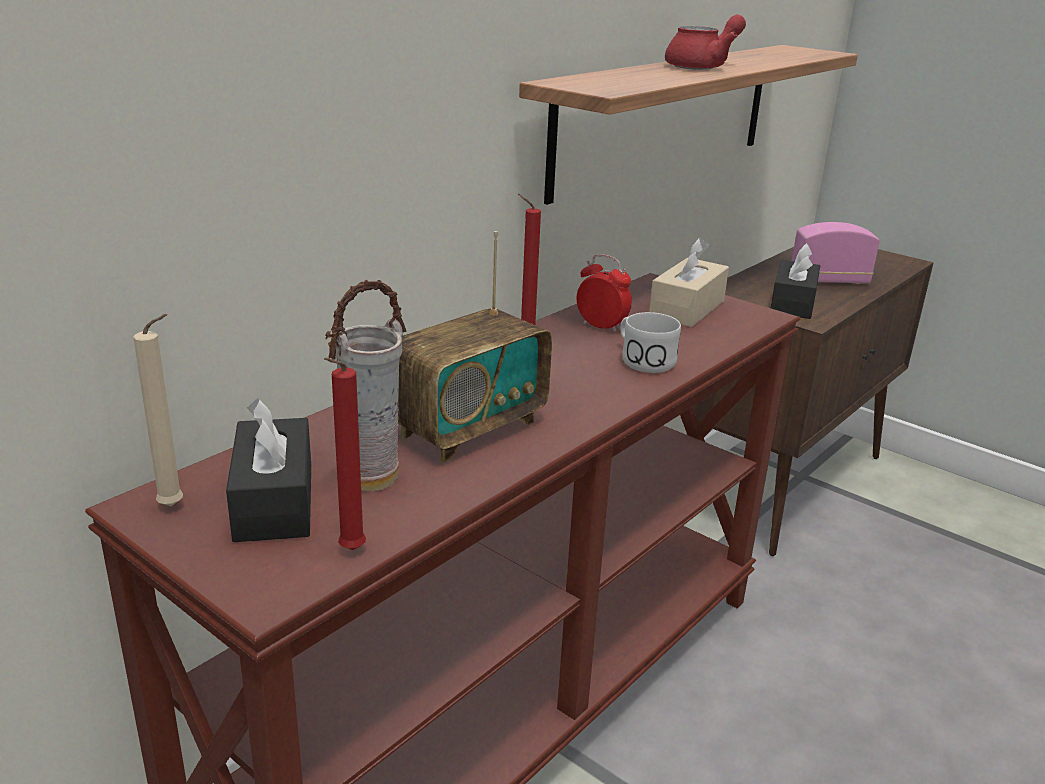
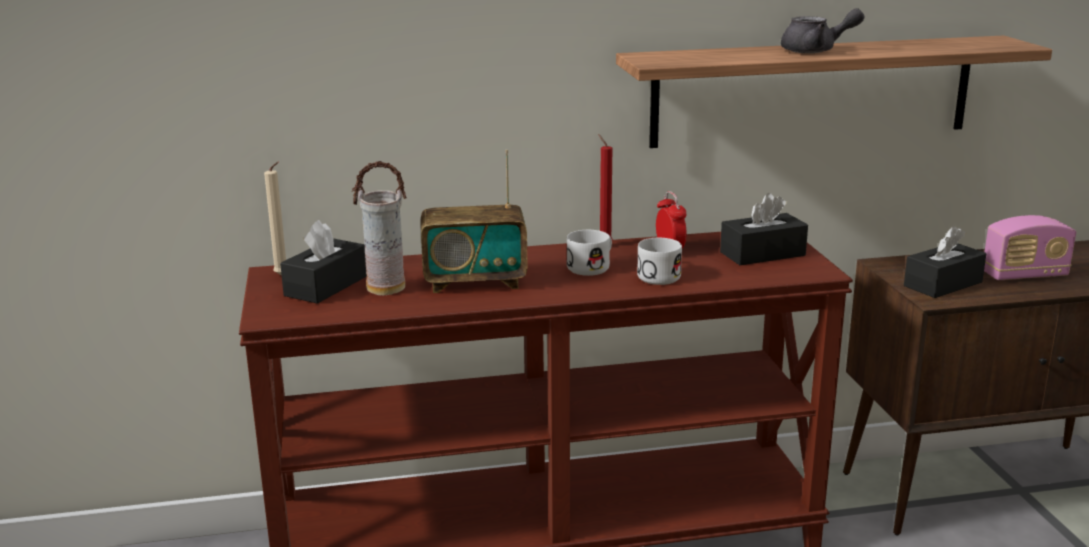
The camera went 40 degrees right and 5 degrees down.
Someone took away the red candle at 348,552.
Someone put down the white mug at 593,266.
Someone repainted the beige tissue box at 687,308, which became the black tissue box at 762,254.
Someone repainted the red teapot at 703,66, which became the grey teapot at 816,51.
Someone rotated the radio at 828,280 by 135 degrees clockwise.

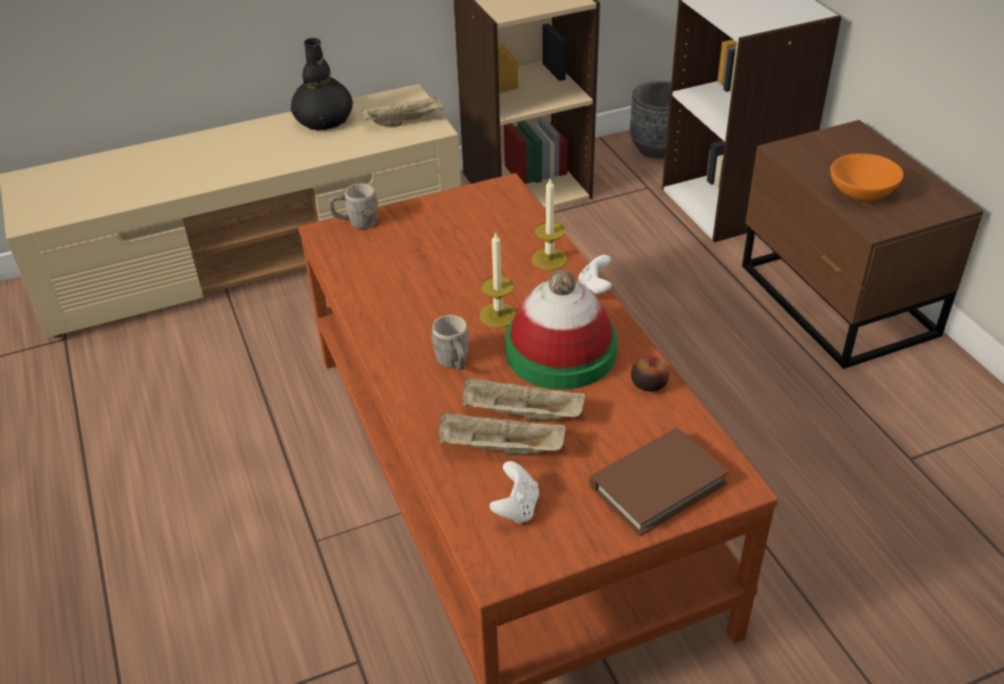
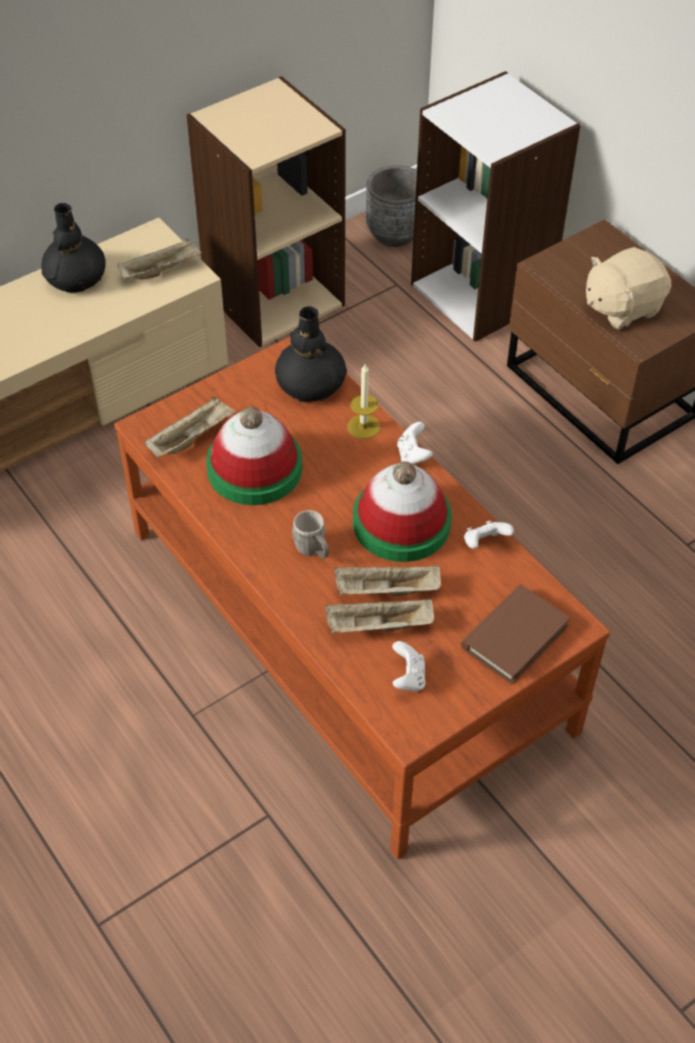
The camera went 15 degrees left and 10 degrees up.
Someone took away the grey mug at 356,222.
Someone took away the candle at 498,315.
Someone put down the beige tray at 191,438.
Someone put down the hat at 255,468.
Someone put down the black vase at 310,384.
Someone swapped the apple at 649,384 for the white game controller at 484,543.
Someone swapped the orange bowl at 862,193 for the beige plush toy at 621,307.

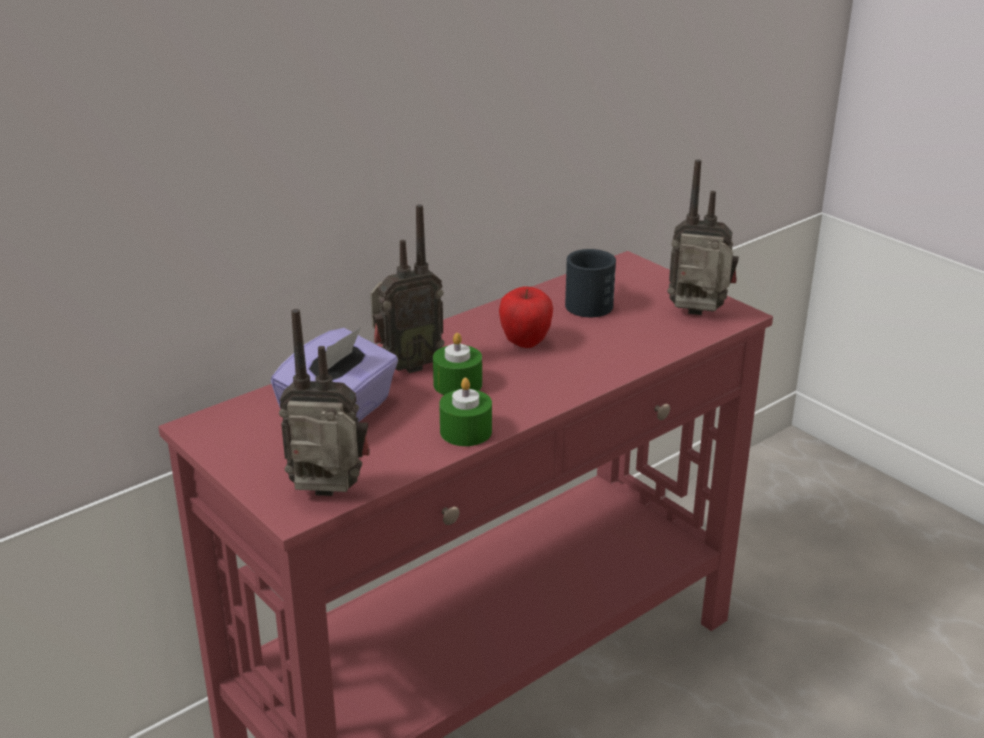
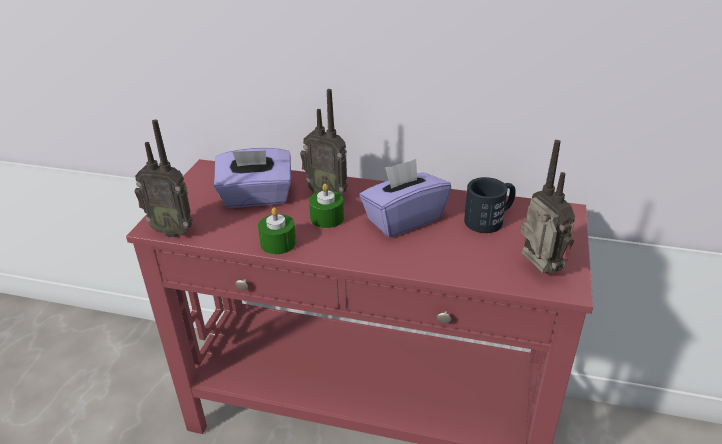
The camera went 55 degrees right and 5 degrees up.
Someone swapped the apple at 525,343 for the purple tissue box at 403,219.
Someone rotated the radio at 328,497 by 135 degrees clockwise.

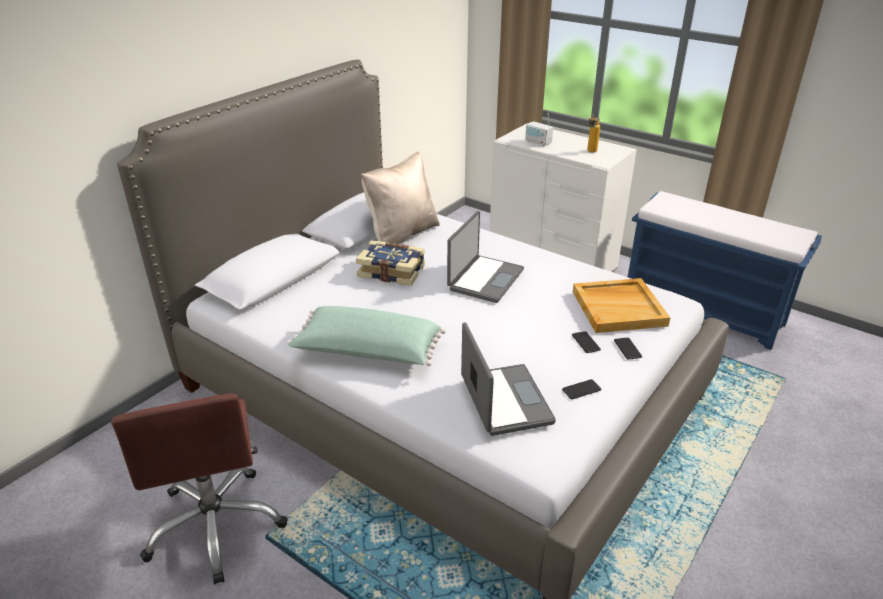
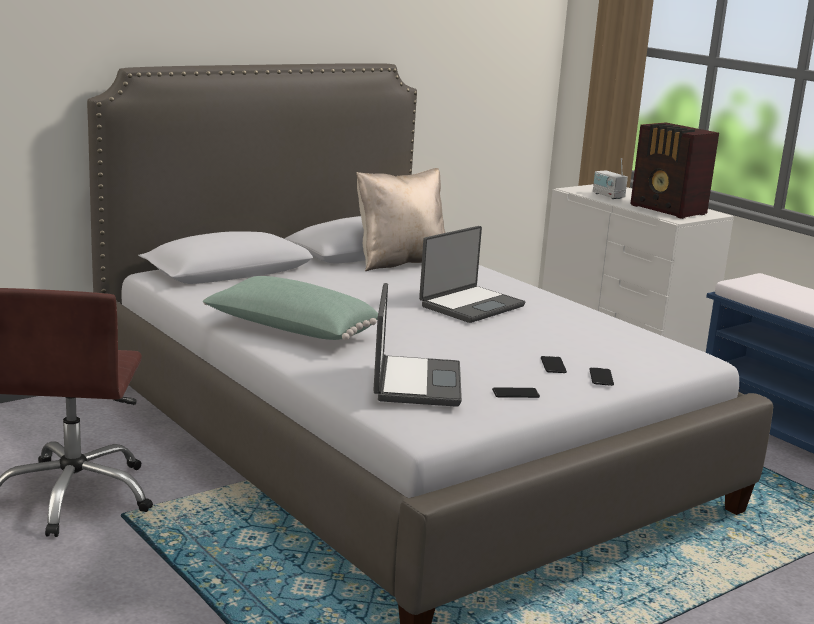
The camera went 15 degrees right and 15 degrees down.
Someone took away the book at 392,271.
Someone took away the beige tray at 619,308.
Someone swapped the bottle at 590,152 for the radio at 668,210.

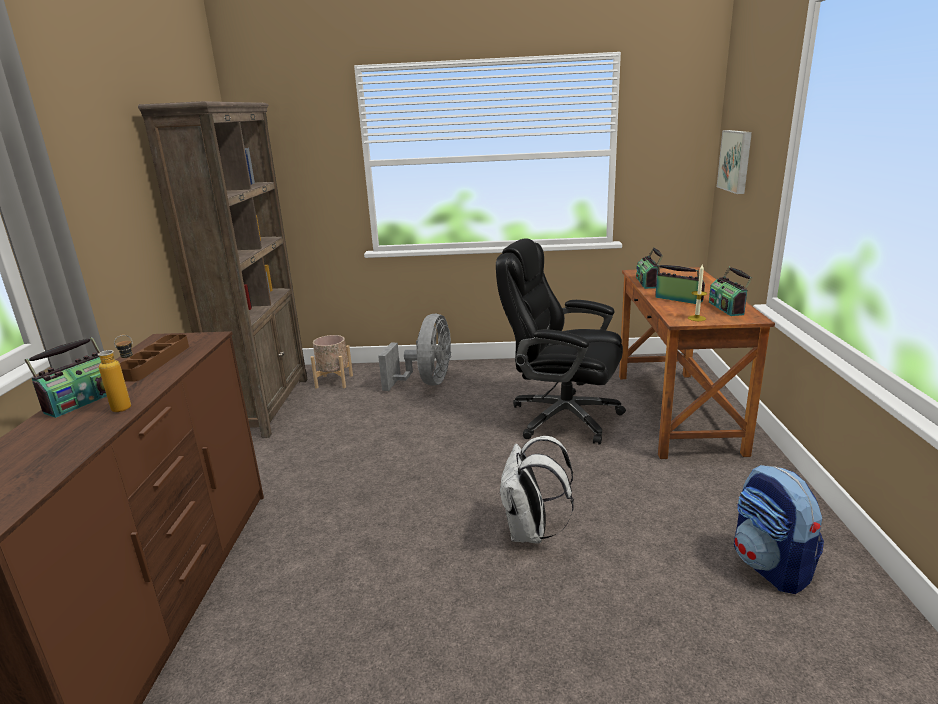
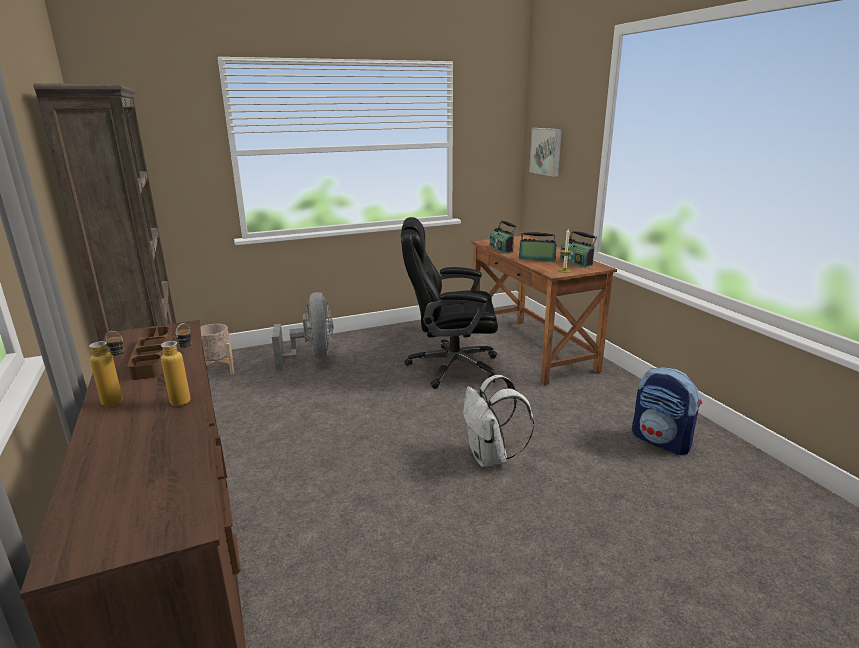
The camera went 25 degrees left and 0 degrees up.
Someone swapped the radio at 83,400 for the bottle at 120,403.

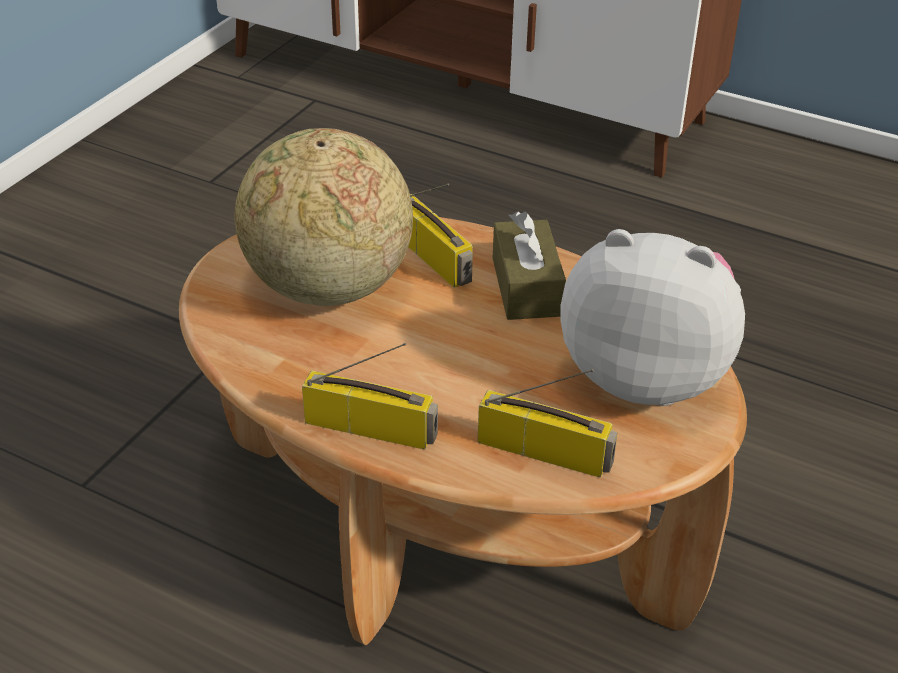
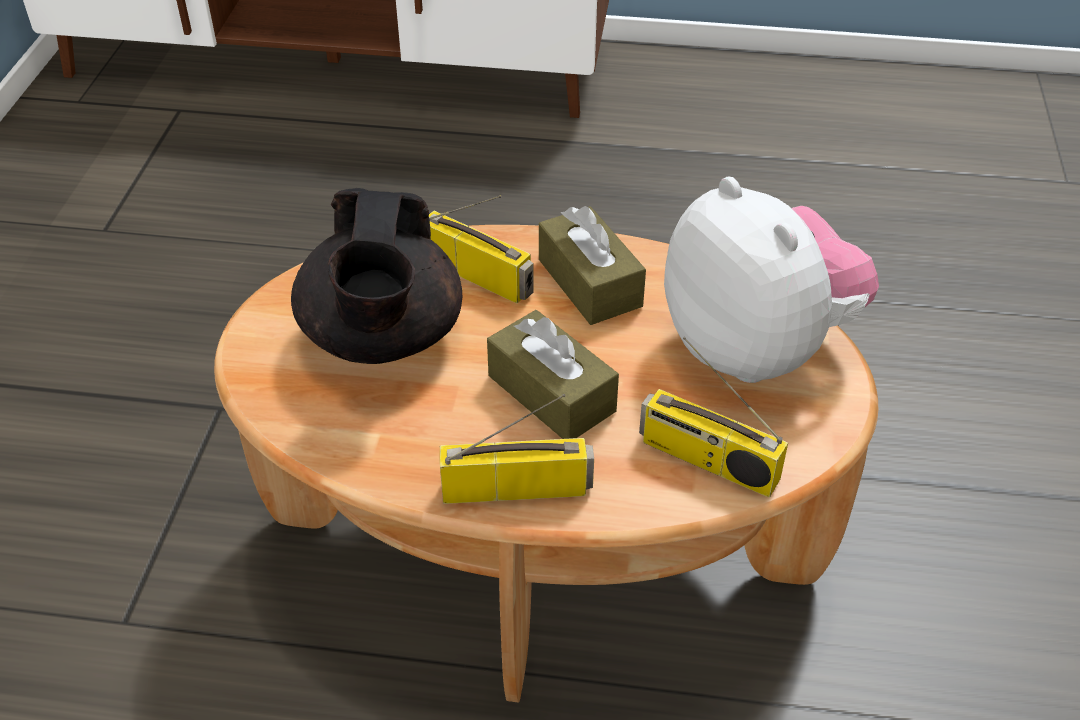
The camera went 20 degrees left and 5 degrees up.
Someone put down the brown tissue box at 551,393.
Someone swapped the globe at 327,287 for the black teapot at 382,338.
Someone rotated the radio at 546,451 by 150 degrees counterclockwise.
Someone rotated the plush toy at 646,375 by 60 degrees clockwise.

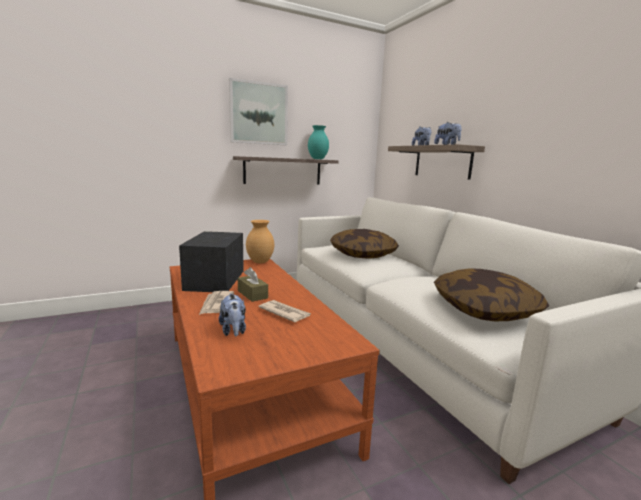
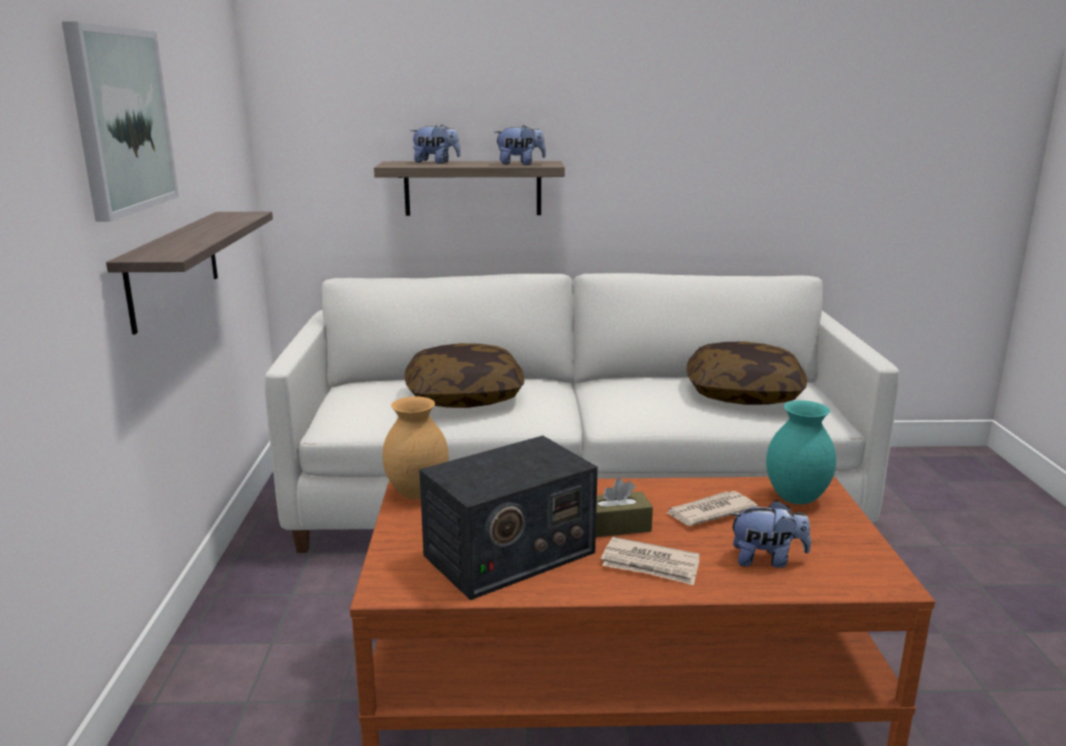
The camera went 65 degrees left and 5 degrees up.
Someone carried the turquoise vase from 318,159 to 795,498.
Someone rotated the radio at 215,280 by 60 degrees counterclockwise.

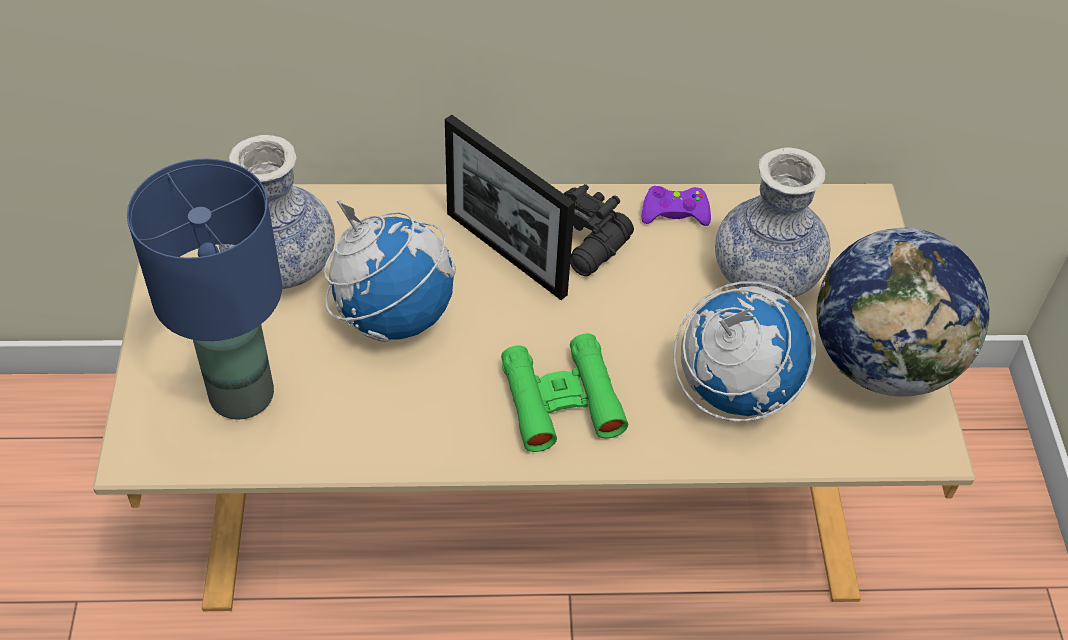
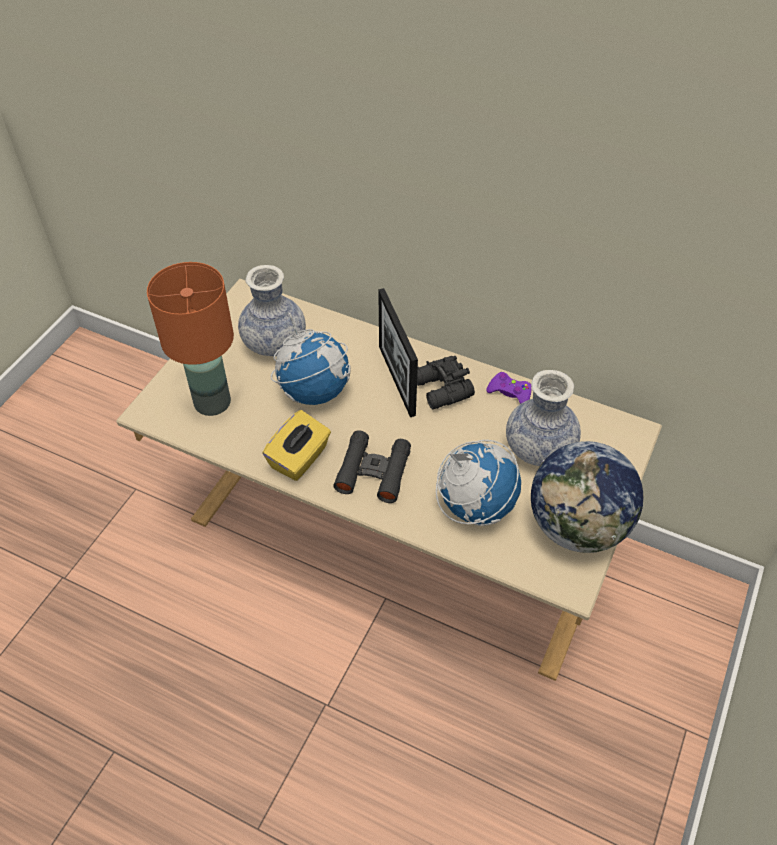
The camera went 30 degrees right and 0 degrees up.
Someone put down the yellow tissue box at 299,458.
Someone repainted the blue table lamp at 239,394, which became the orange table lamp at 211,402.
Someone repainted the green binoculars at 561,400, which became the black binoculars at 373,471.

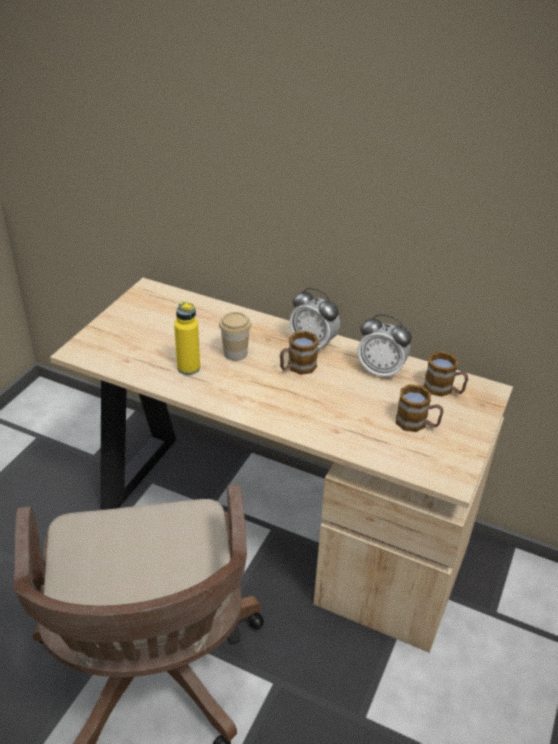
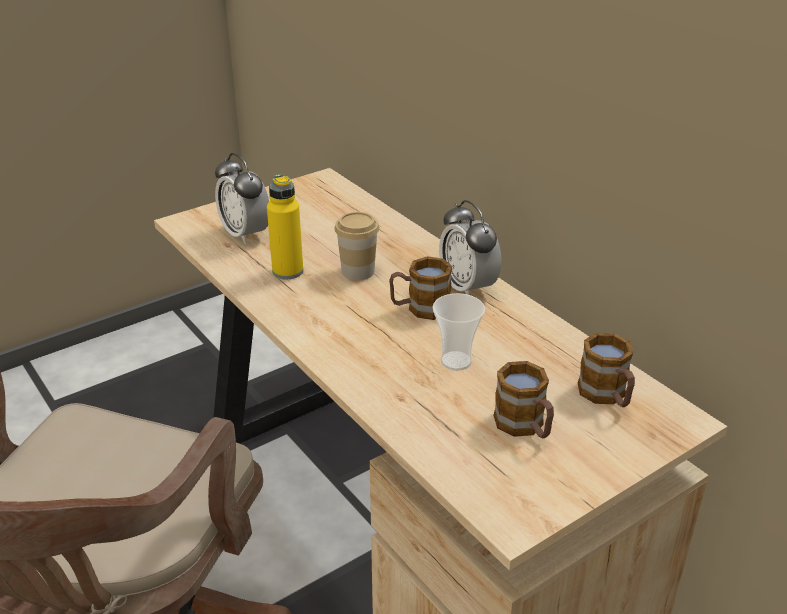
The camera went 30 degrees right and 5 degrees down.
Someone put down the cup at 456,361.
Someone carried the alarm clock from 381,371 to 245,234.

